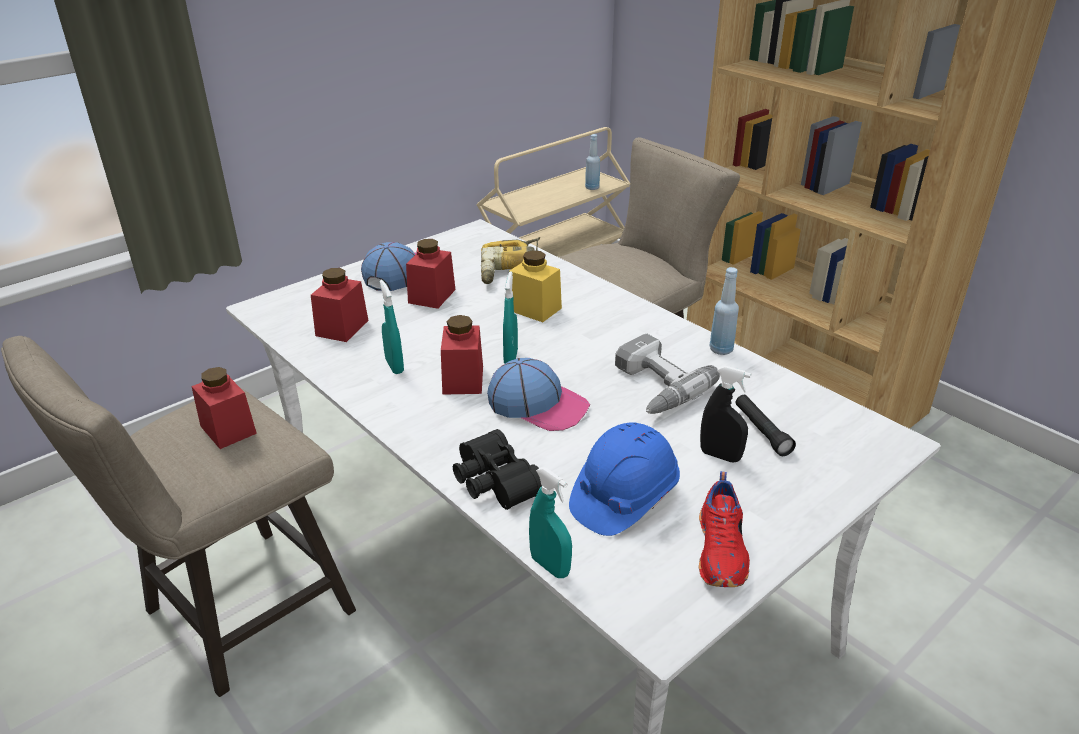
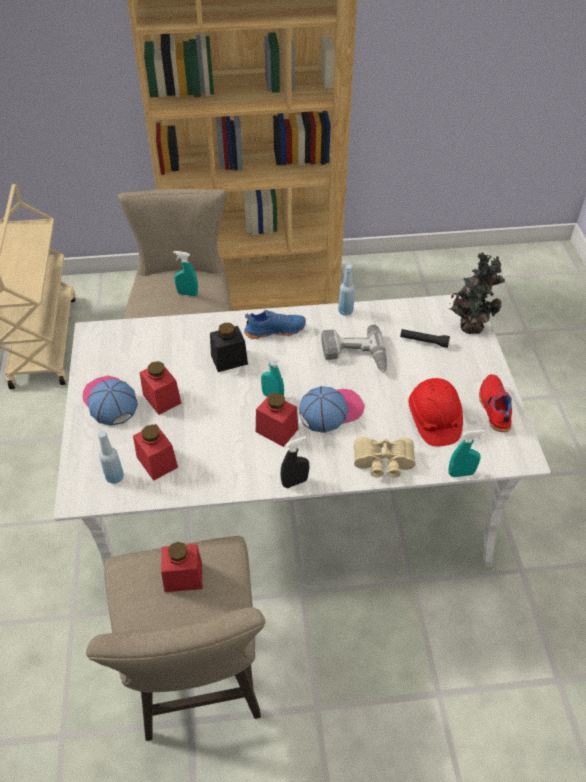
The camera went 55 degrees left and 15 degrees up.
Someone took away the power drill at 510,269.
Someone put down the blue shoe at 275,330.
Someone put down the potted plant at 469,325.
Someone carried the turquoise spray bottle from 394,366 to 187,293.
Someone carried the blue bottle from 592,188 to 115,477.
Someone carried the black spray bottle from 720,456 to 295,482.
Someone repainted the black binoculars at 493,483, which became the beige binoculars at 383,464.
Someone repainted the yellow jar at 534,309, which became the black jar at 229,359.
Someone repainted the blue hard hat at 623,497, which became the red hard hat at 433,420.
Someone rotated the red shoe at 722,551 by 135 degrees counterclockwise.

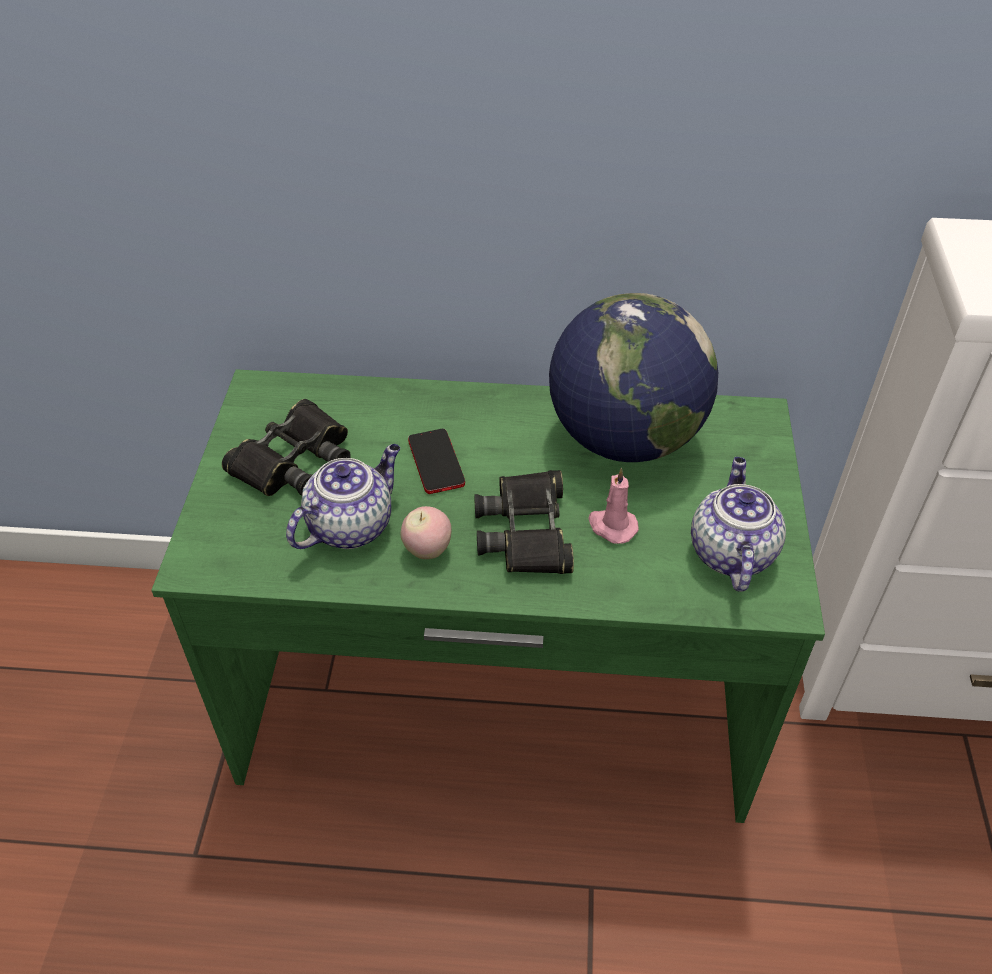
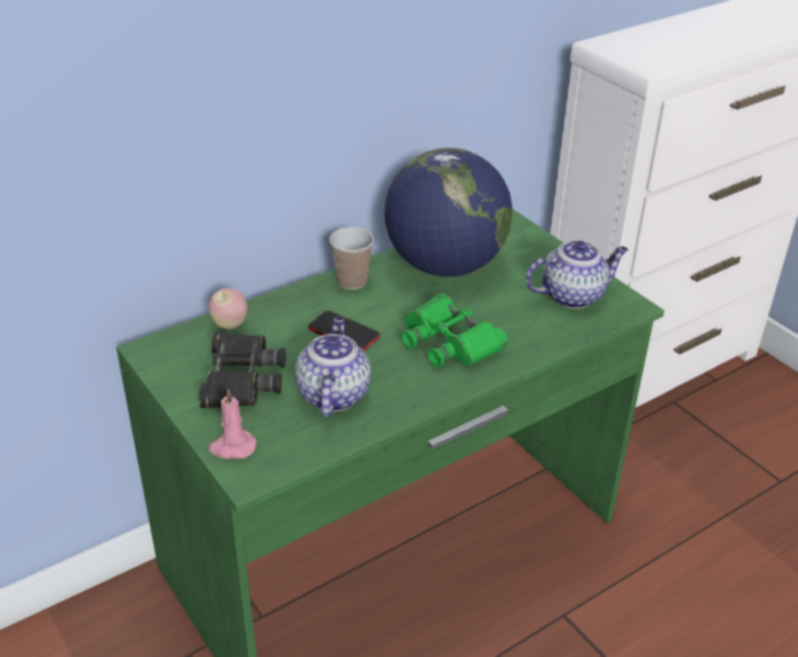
The camera went 40 degrees left and 10 degrees down.
Someone put down the cup at 352,281.
Someone carried the apple from 427,550 to 229,324.
Someone carried the pink candle from 611,526 to 232,447.
Someone repainted the black binoculars at 526,531, which became the green binoculars at 449,341.
Someone rotated the teapot at 730,552 by 105 degrees clockwise.

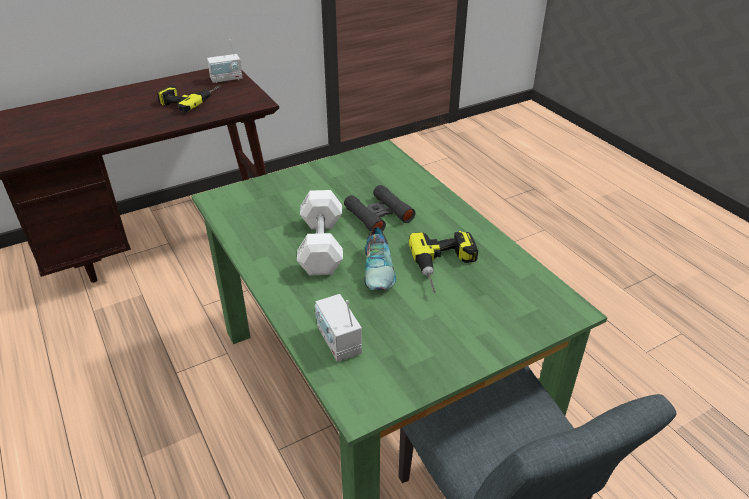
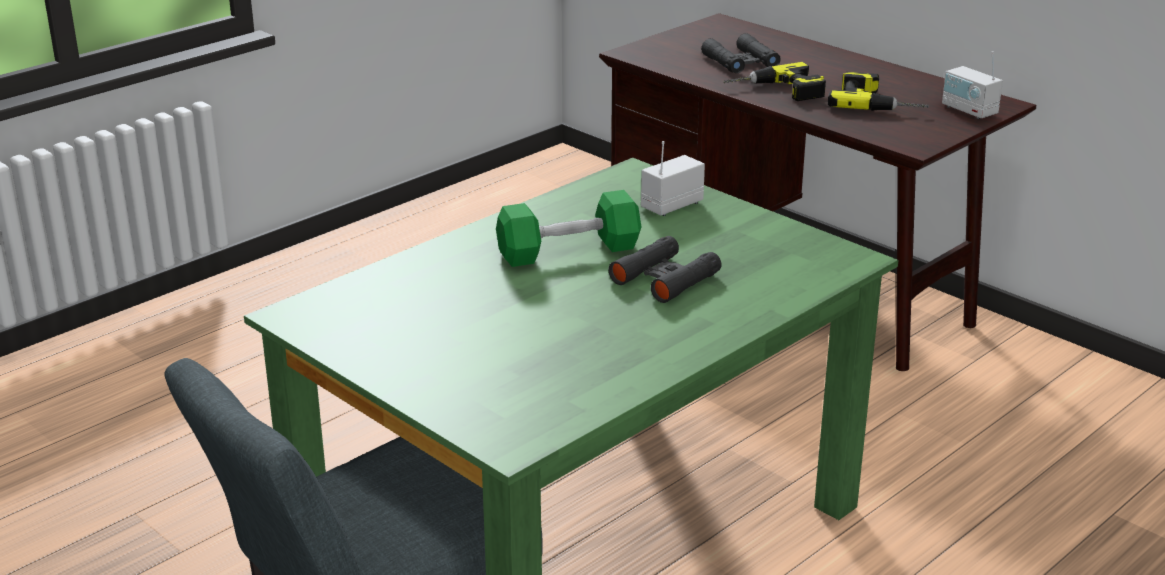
The camera went 75 degrees right and 10 degrees down.
Someone took away the shoe at 379,269.
Someone put down the black binoculars at 740,62.
Someone carried the radio from 338,342 to 671,205.
Someone carried the power drill from 446,267 to 777,91.
Someone repainted the white dumbbell at 321,246, which became the green dumbbell at 568,251.

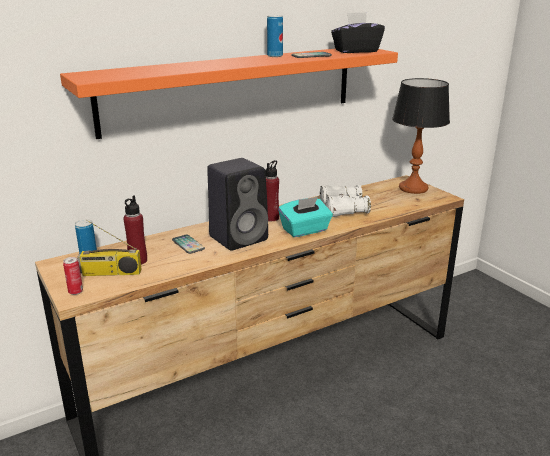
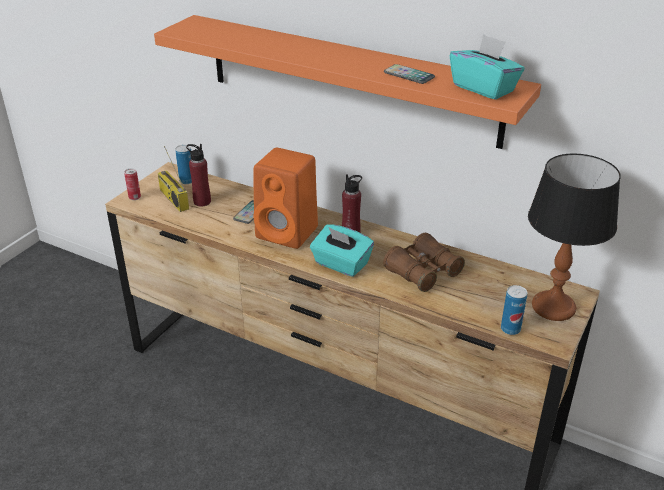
The camera went 60 degrees right and 10 degrees up.
Someone carried the can from 275,56 to 510,329.
Someone repainted the black speaker at 240,237, which became the orange speaker at 289,233.
Someone repainted the white binoculars at 343,209, which became the brown binoculars at 423,272.
Someone repainted the black tissue box at 356,51, which became the turquoise tissue box at 484,88.

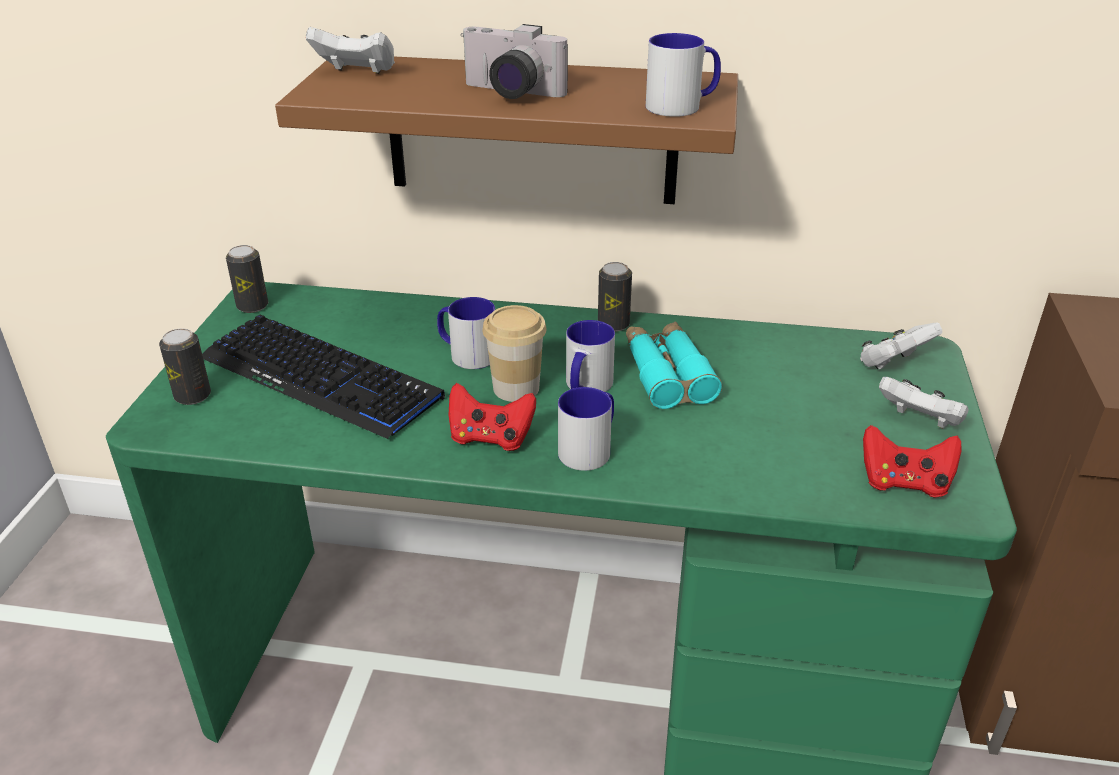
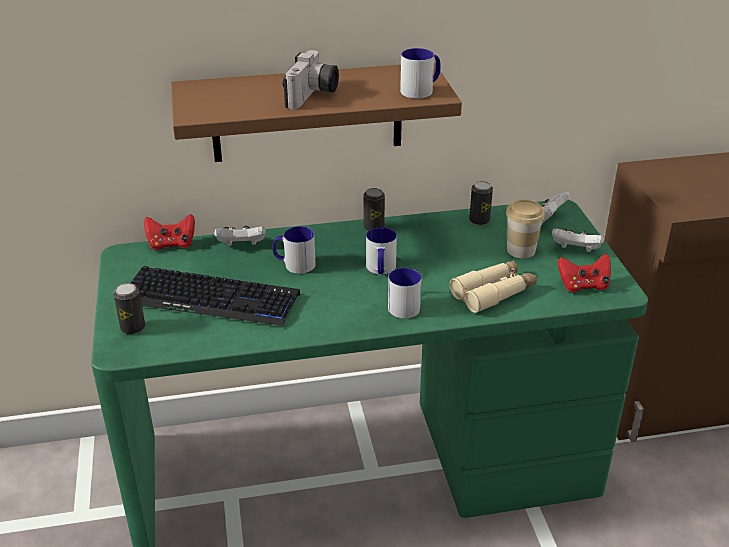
The camera went 20 degrees left and 0 degrees up.
Someone took away the turquoise binoculars at 667,374.
Someone put down the beige binoculars at 493,292.
Someone carried the can from 252,306 to 479,221.
Someone carried the white game controller from 357,73 to 241,246.
Someone carried the red game controller from 490,438 to 171,244.
Someone carried the cup from 516,388 to 521,250.
Someone rotated the photo camera at 509,93 by 75 degrees counterclockwise.

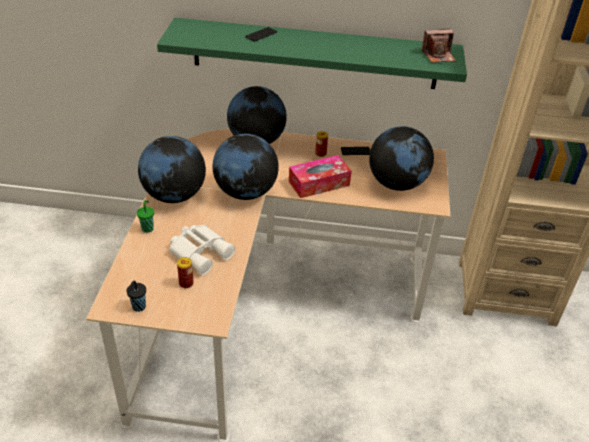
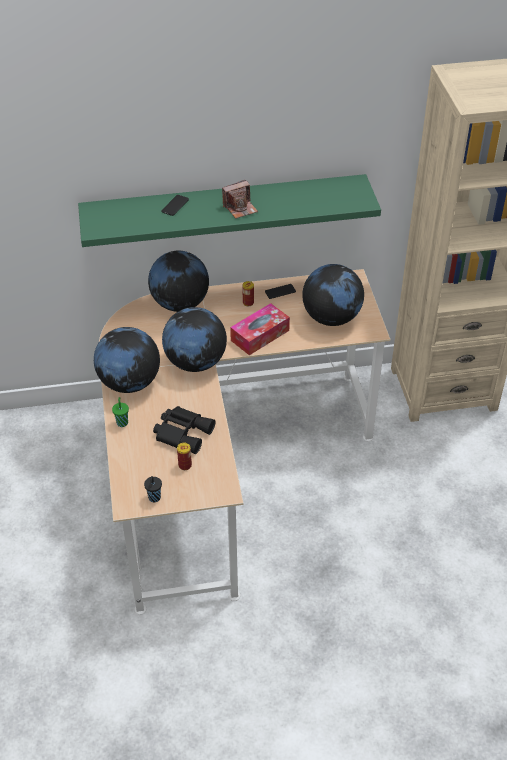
The camera went 15 degrees left and 5 degrees up.
Someone carried the photo camera from 438,56 to 240,208.
Someone repainted the white binoculars at 201,251, which became the black binoculars at 183,432.

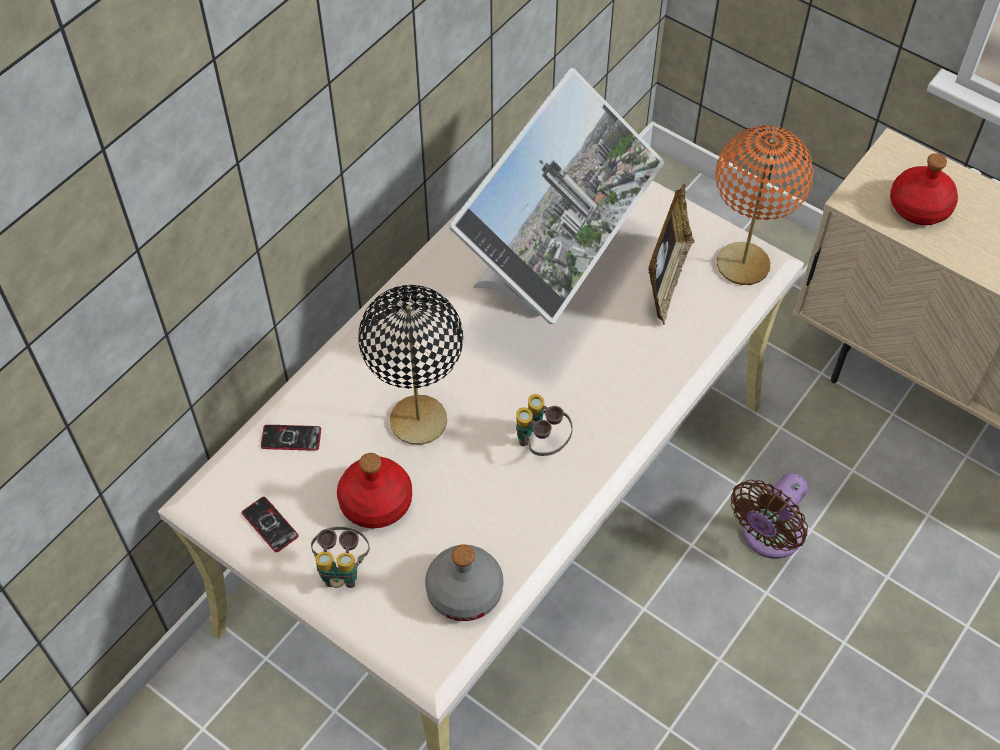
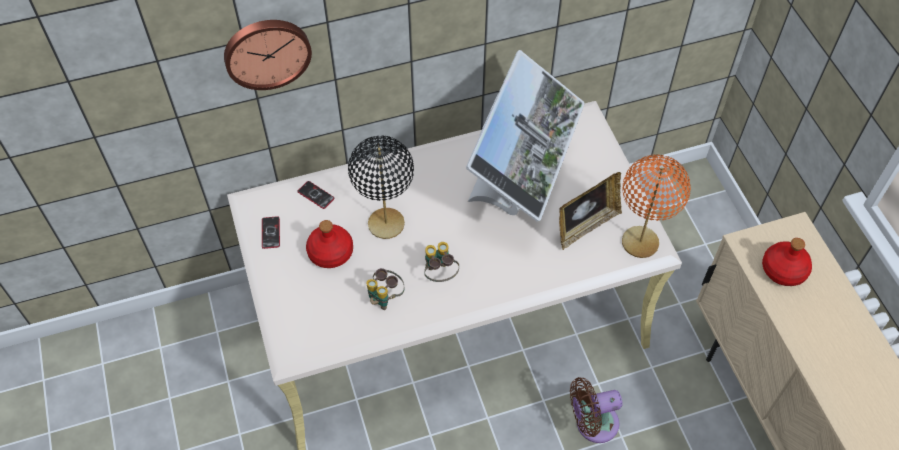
The camera went 35 degrees right and 0 degrees up.
Someone took away the grey bottle at 464,590.
Someone put up the wall clock at 267,52.
Someone carried the binoculars from 342,569 to 385,297.
Someone rotated the monitor at 552,284 by 45 degrees counterclockwise.

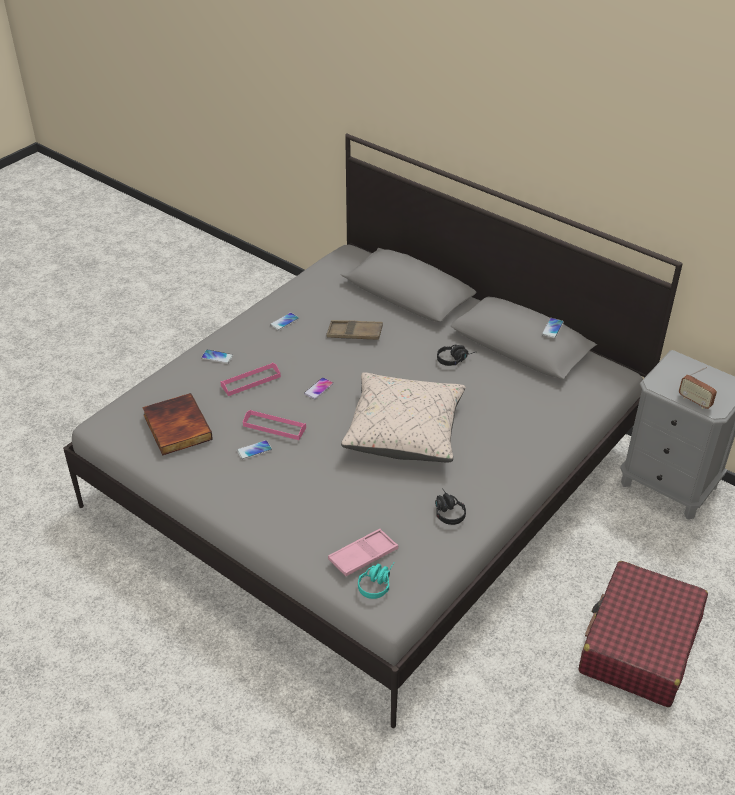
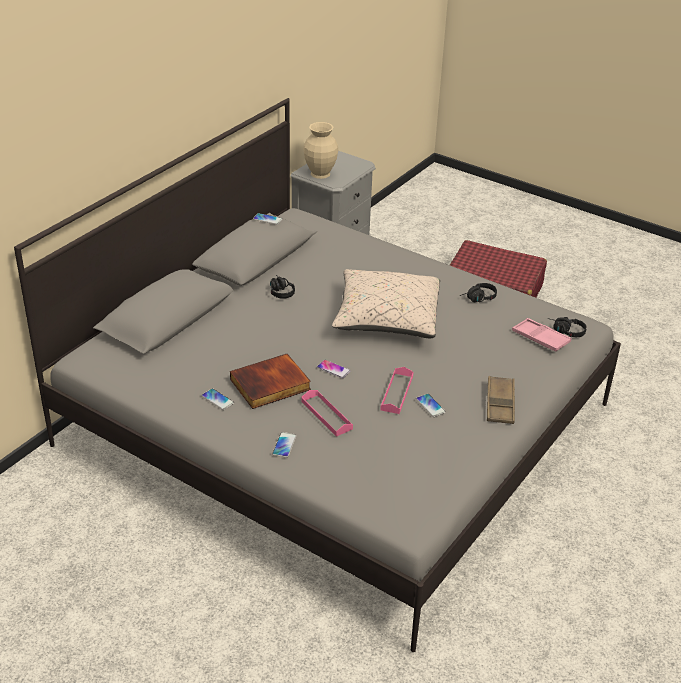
The camera went 95 degrees left and 5 degrees down.
Someone took away the radio at 694,401.
Someone put down the beige vase at 320,173.
Someone carried the book from 176,427 to 270,385.
Someone carried the brown tray from 354,333 to 500,404.
Someone repainted the turquoise headphones at 377,582, which became the black headphones at 565,331.

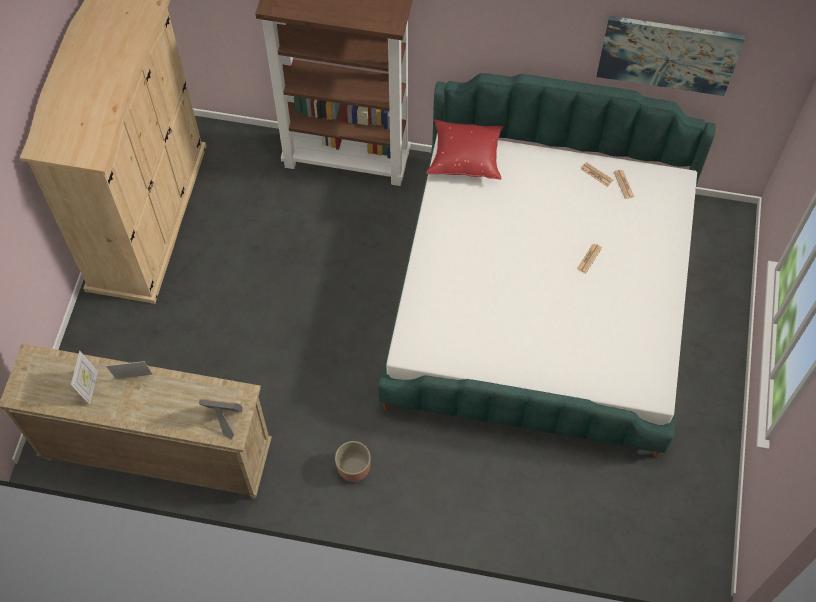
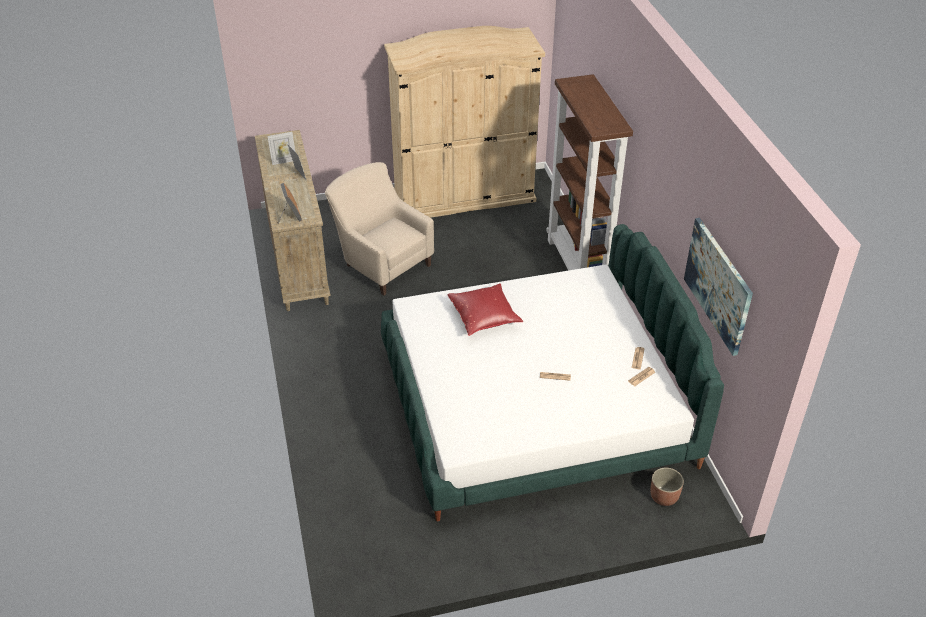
The camera went 65 degrees right and 20 degrees down.
Someone put down the beige armchair at 381,263.
Someone carried the planter from 353,468 to 664,496.
Someone carried the red pillow from 465,157 to 484,318.

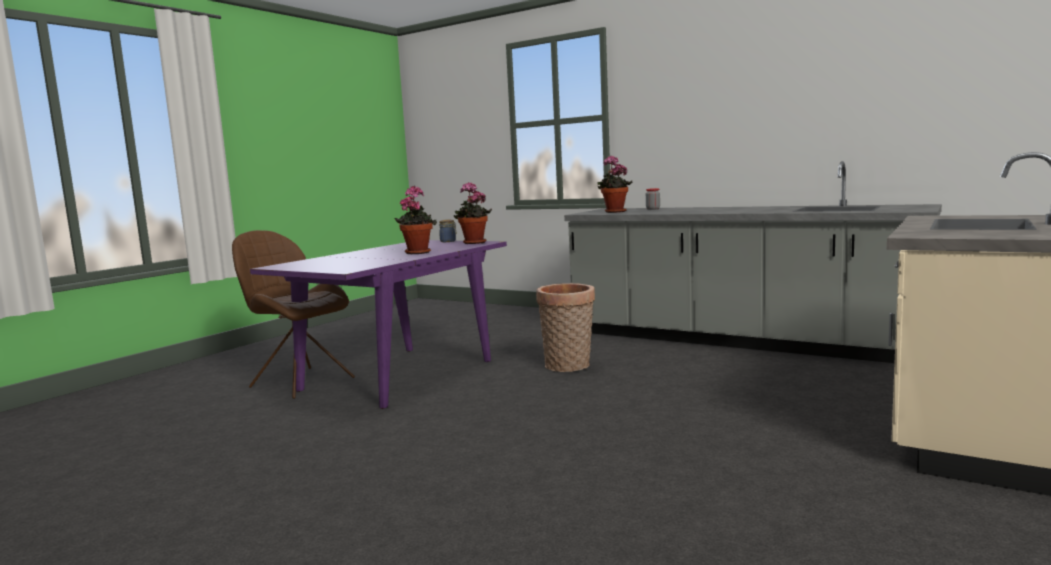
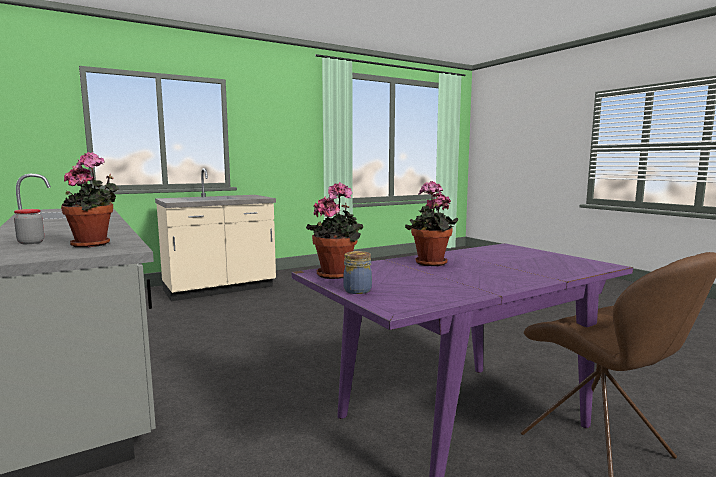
The camera went 155 degrees left and 0 degrees up.
Someone took away the basket at 568,367.

